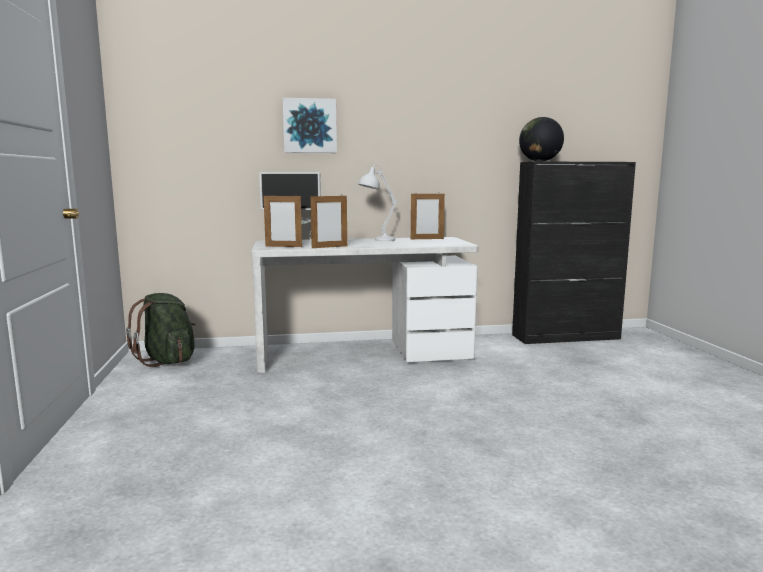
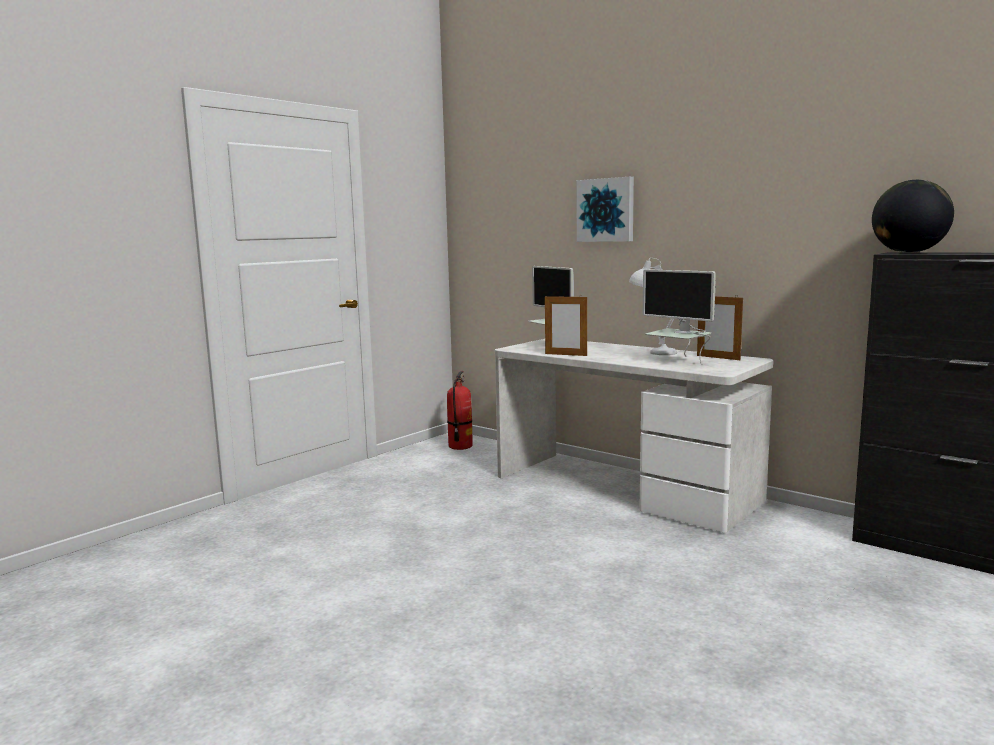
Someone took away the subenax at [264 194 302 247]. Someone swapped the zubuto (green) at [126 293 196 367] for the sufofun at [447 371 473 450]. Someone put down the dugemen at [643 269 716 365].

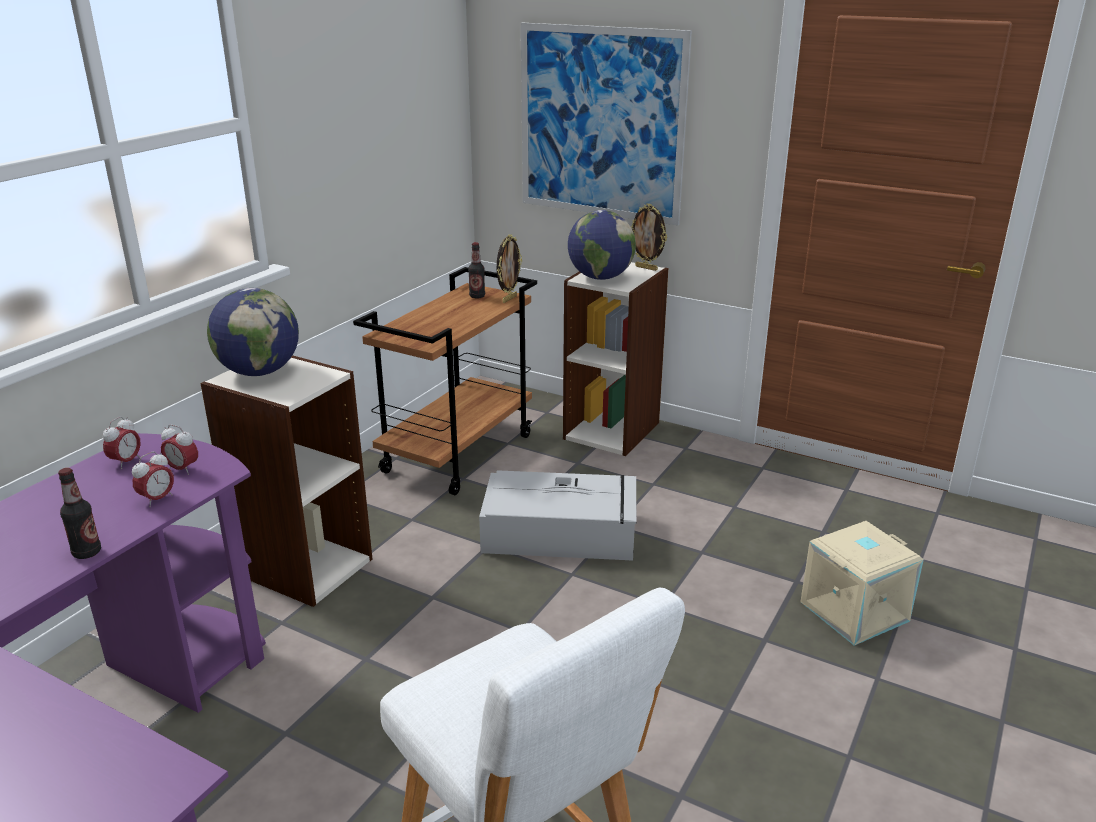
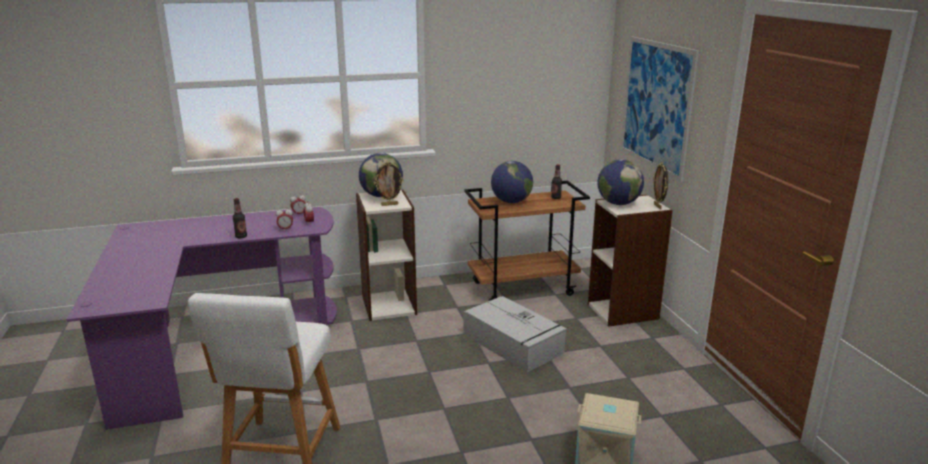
Someone carried the subenax from [497 234 522 303] to [374 161 404 206]. Someone put down the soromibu at [491 161 533 203].

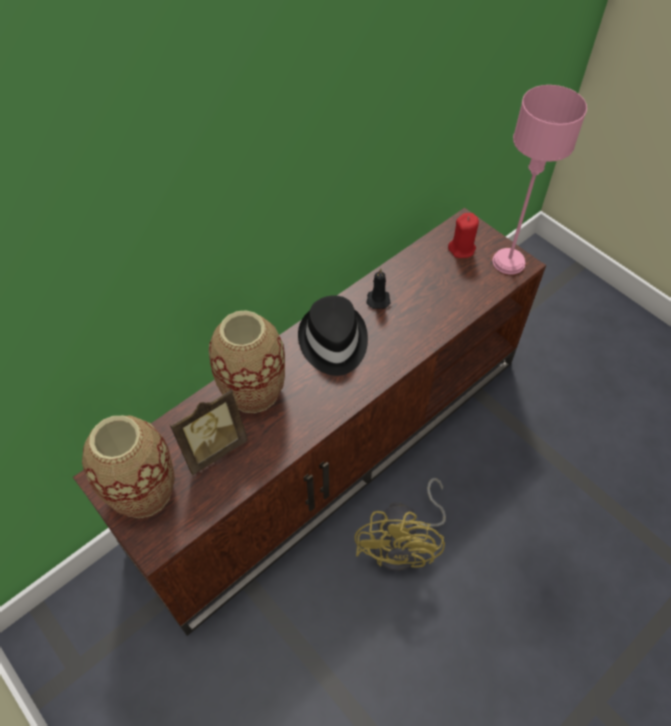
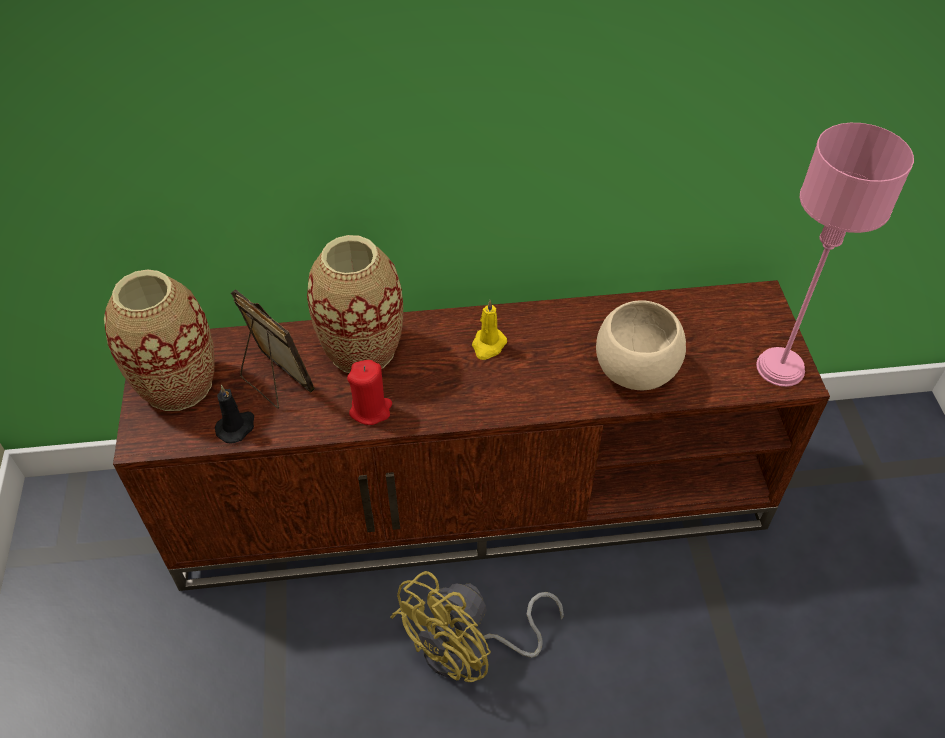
Someone carried the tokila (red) from [448 213 479 258] to [347 360 392 425]. Someone carried the tokila (black) from [366 268 391 309] to [215 385 254 444]. Someone swapped the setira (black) at [298 295 368 376] for the tokila (yellow) at [472 300 507 360]. Someone rotated the subenax at [170 389 248 475] by 135 degrees counterclockwise. Someone put down the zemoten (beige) at [596 300 686 390].

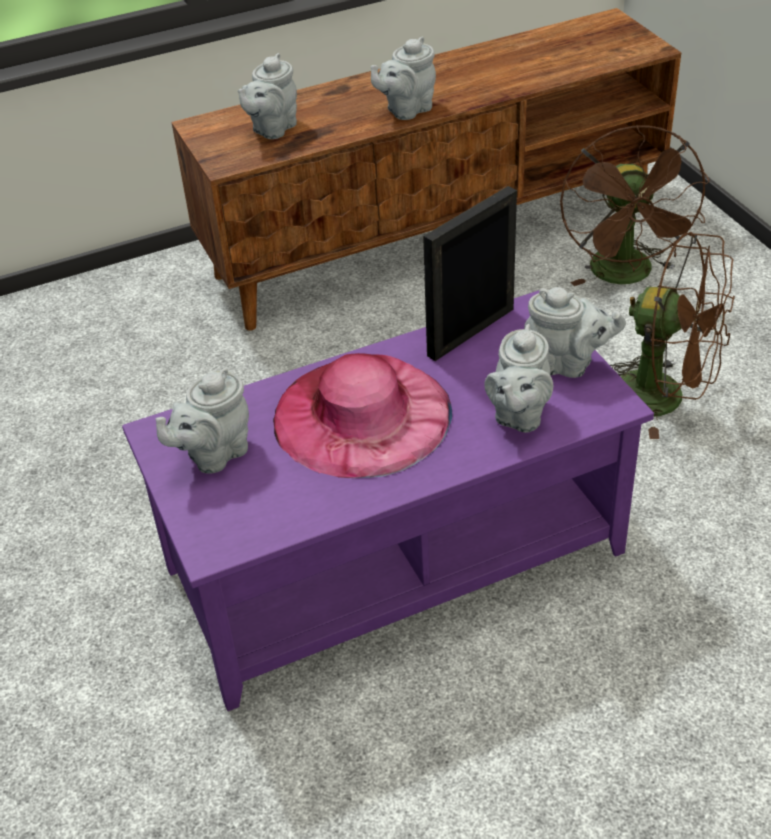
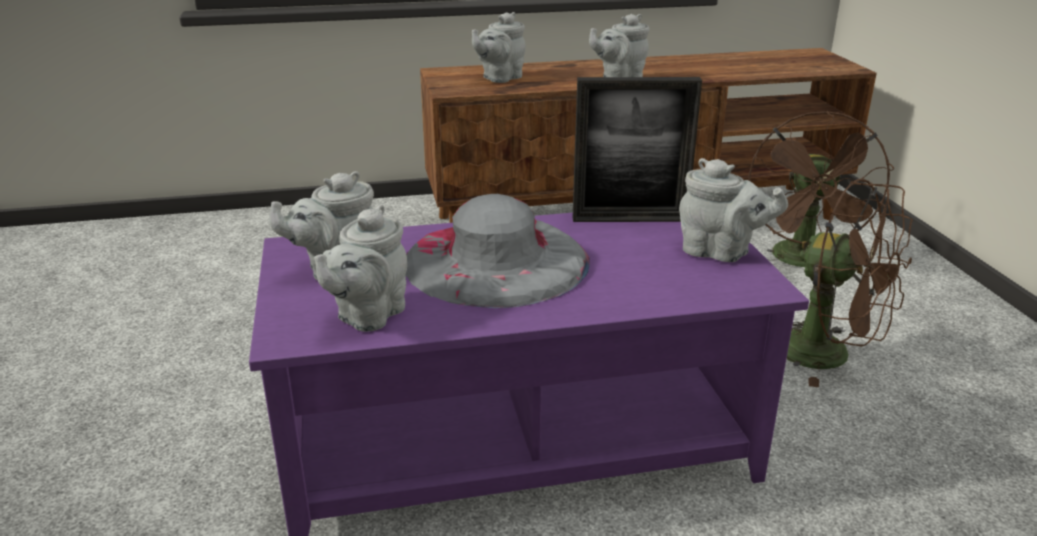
Someone rotated the subenax at [423 186 517 361] by 150 degrees counterclockwise. Someone carried the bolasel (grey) from [484 324 553 433] to [314 204 407 332]. Someone repainted the setira (pink) at [273 353 452 478], which became the setira (grey) at [406 194 590 308].

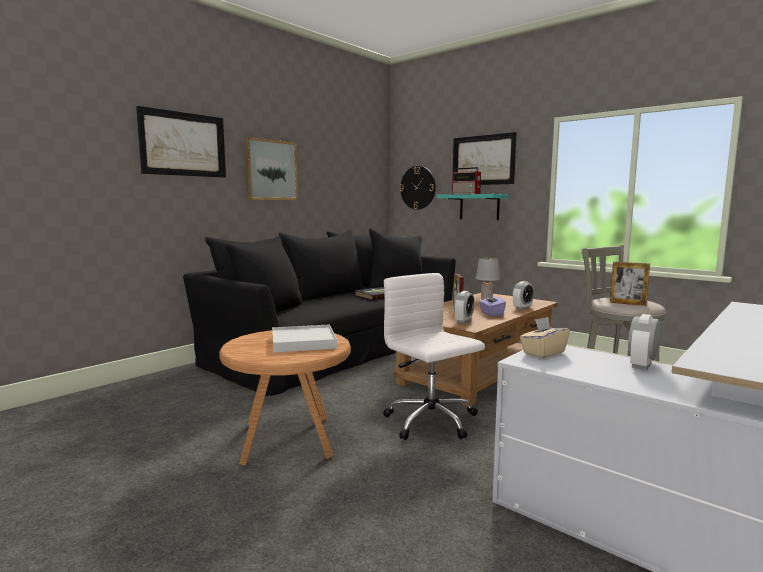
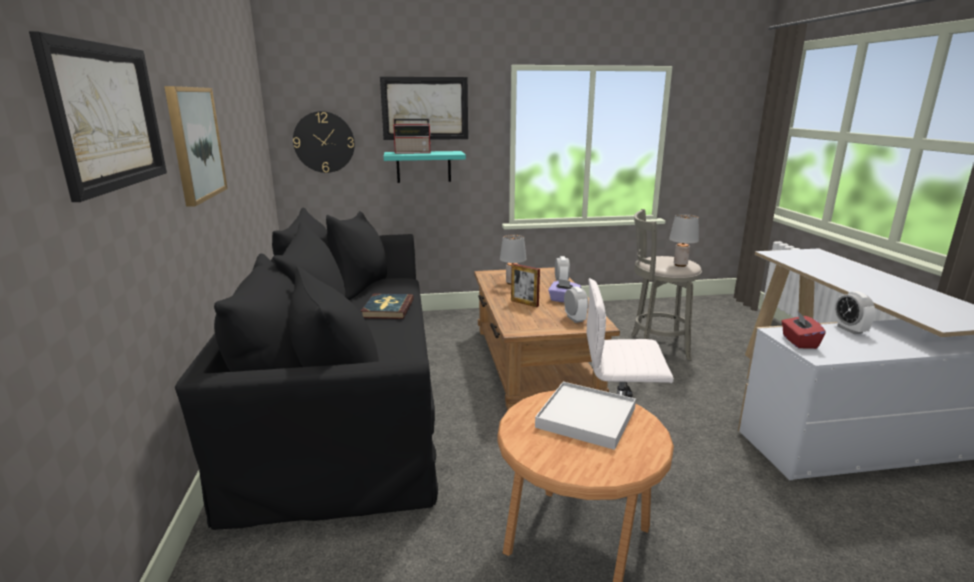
Someone swapped the subenax at [610 262 650 306] for the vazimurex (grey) at [669 214 699 267]. Someone repainted the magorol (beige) at [520 317 570 358], which became the magorol (red) at [781 310 826 349].

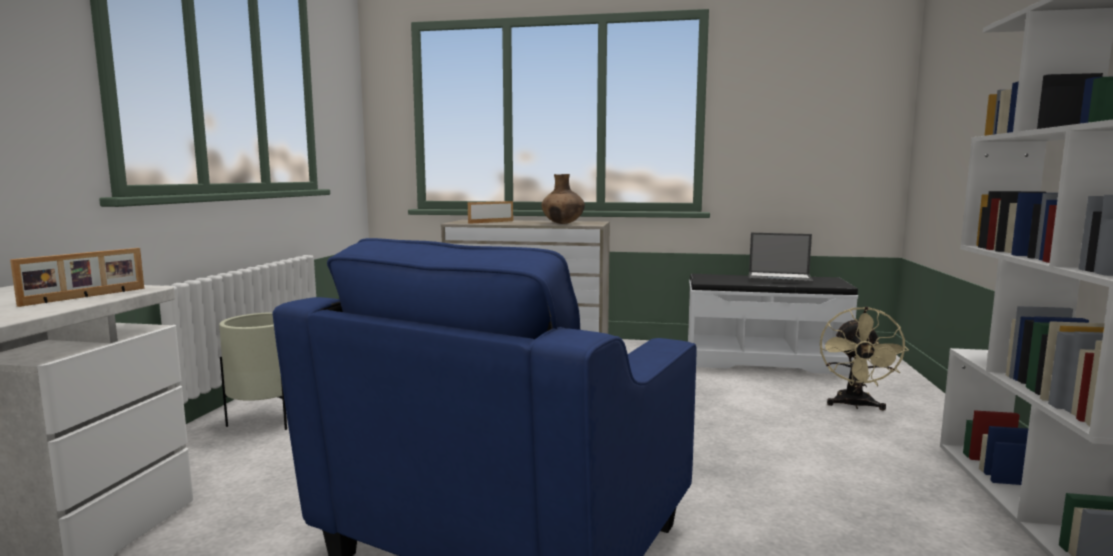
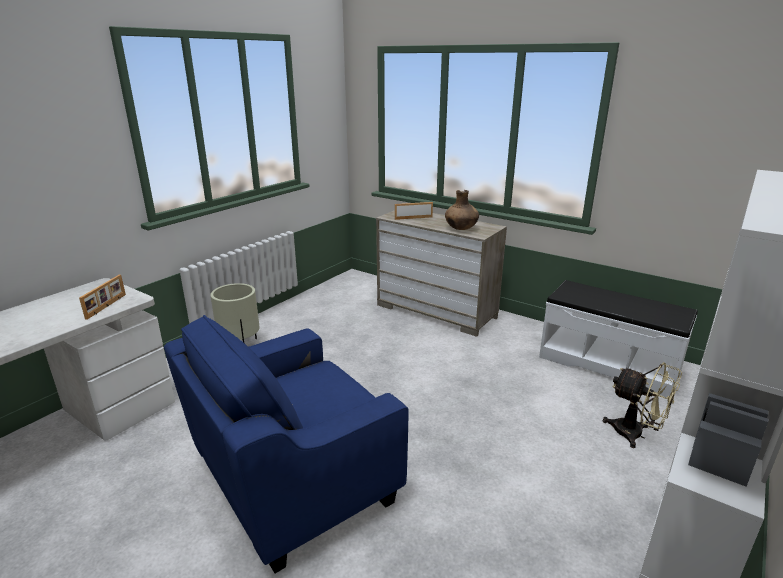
Someone took away the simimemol at [749 233 813 284]. Someone rotated the subenax at [10 248 144 307] by 45 degrees counterclockwise. Someone rotated the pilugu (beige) at [820 307 909 411] by 90 degrees counterclockwise.

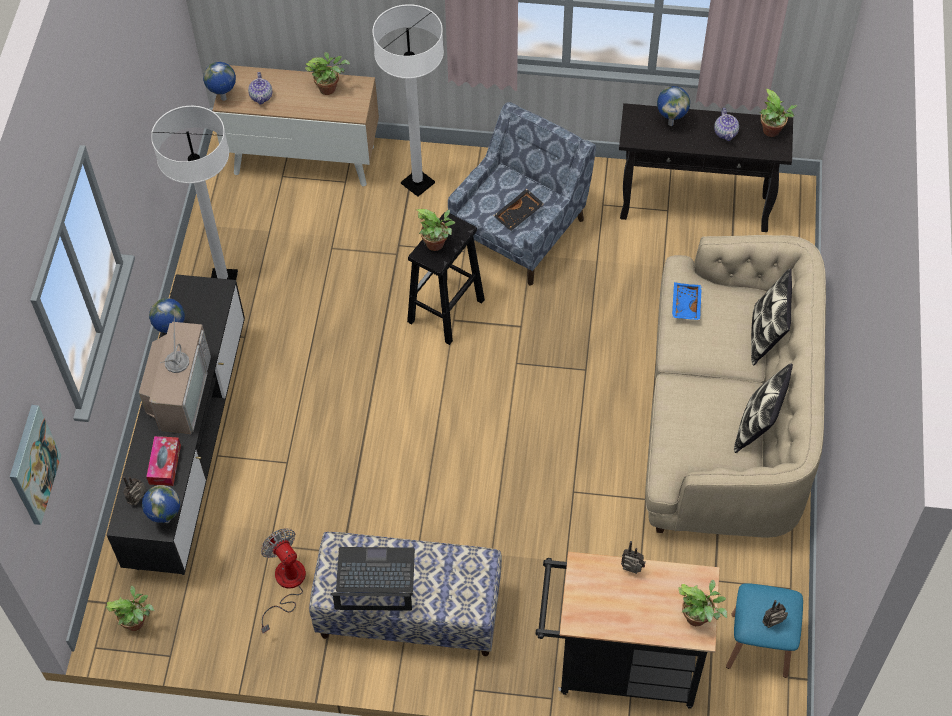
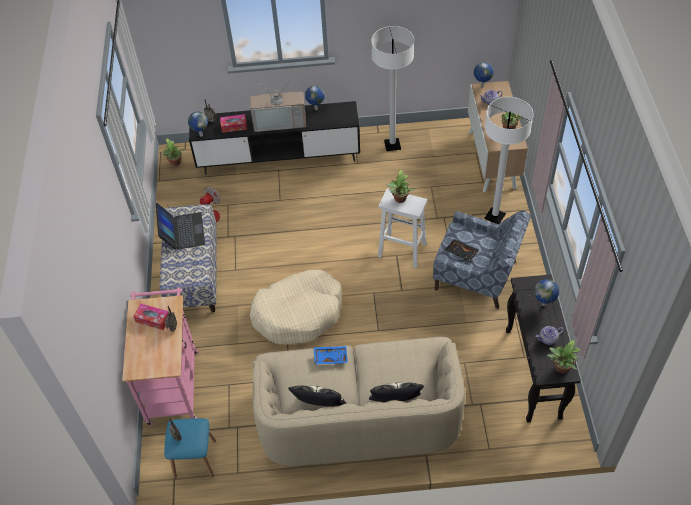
Someone repainted the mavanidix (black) at [407 212 485 345], which became the mavanidix (white) at [378 189 427 268]. Someone carried the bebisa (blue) from [672 282 702 320] to [313 346 348 364]. Someone took away the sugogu at [10 405 61 525]. Someone repainted the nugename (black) at [535 552 720 709], which became the nugename (pink) at [122 287 199 425]. Someone took away the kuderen at [679 580 727 626]. Someone put down the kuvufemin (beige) at [250 269 342 345]. Someone put down the magorol at [133 304 169 330].

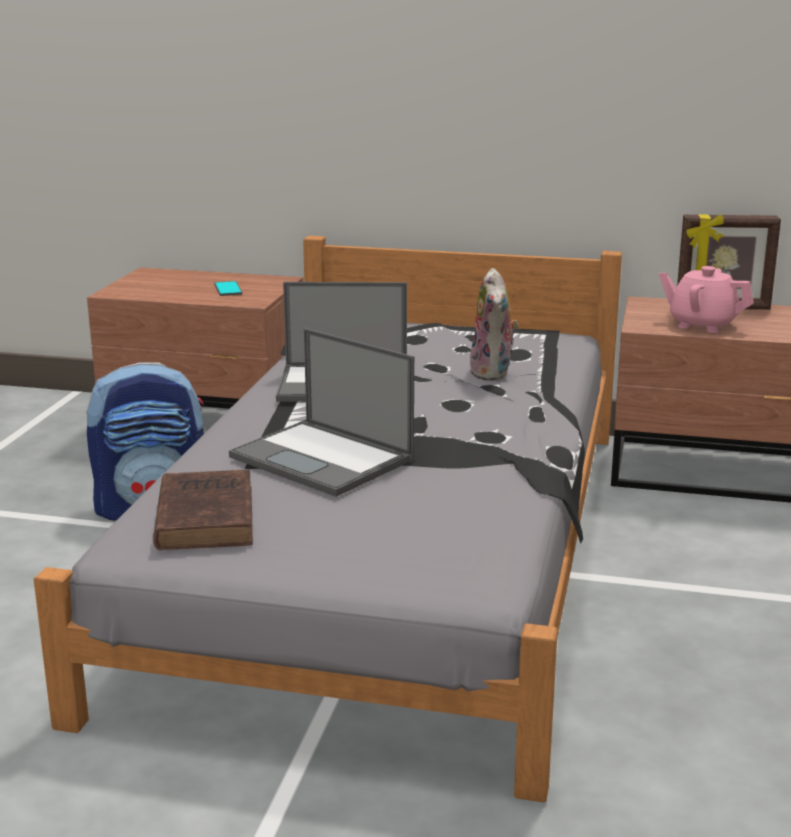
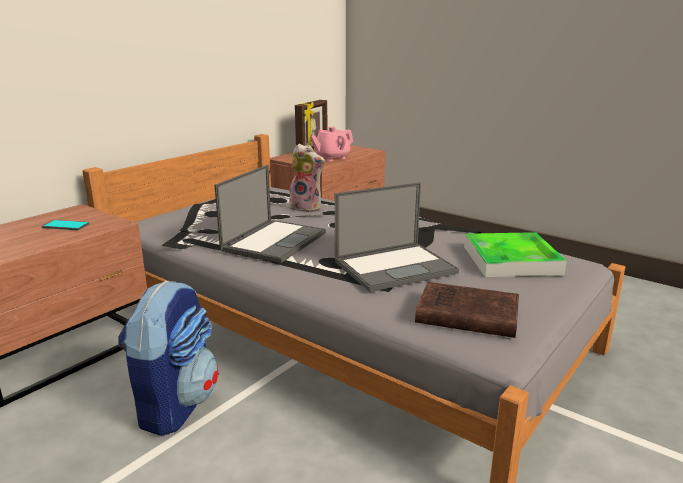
Someone put down the bebisa at [464 232 567 277].

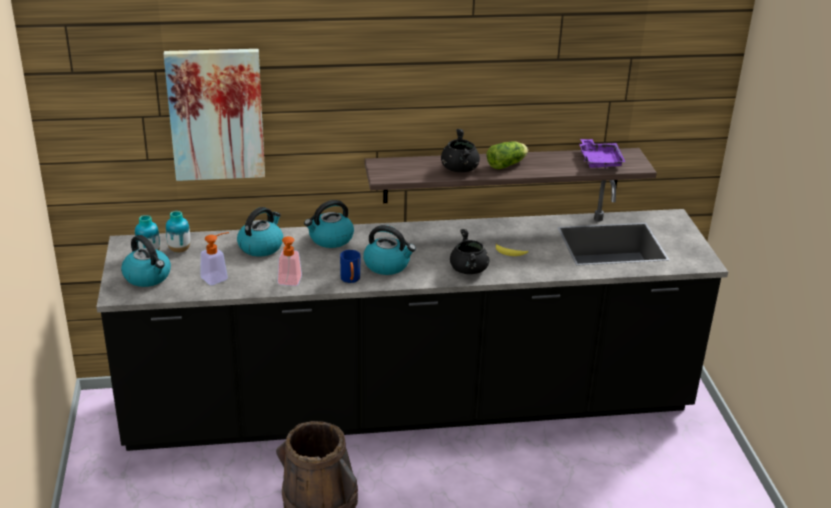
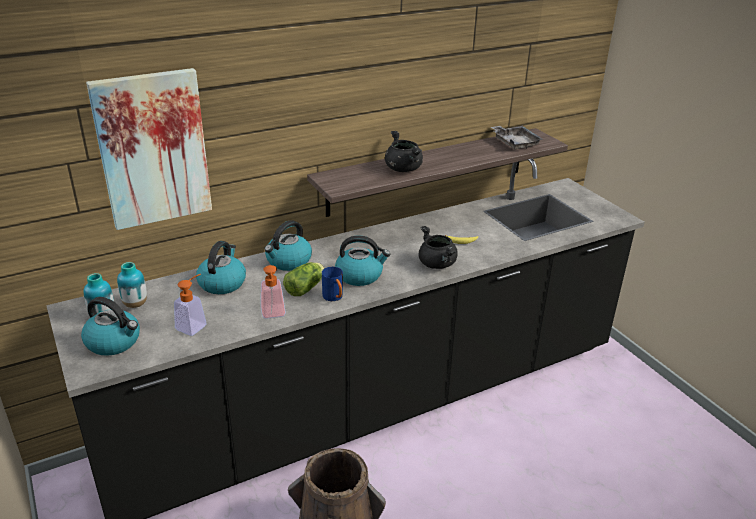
Someone repainted the bebisa (purple) at [579 139 625 169], which became the bebisa (grey) at [491 126 544 150]. Someone carried the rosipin from [487 141 528 169] to [283 262 324 296].

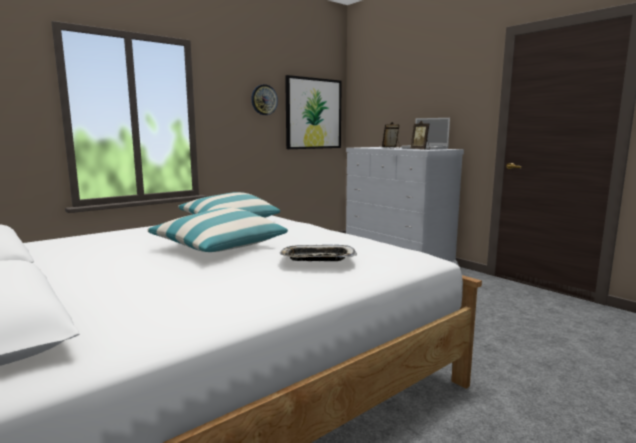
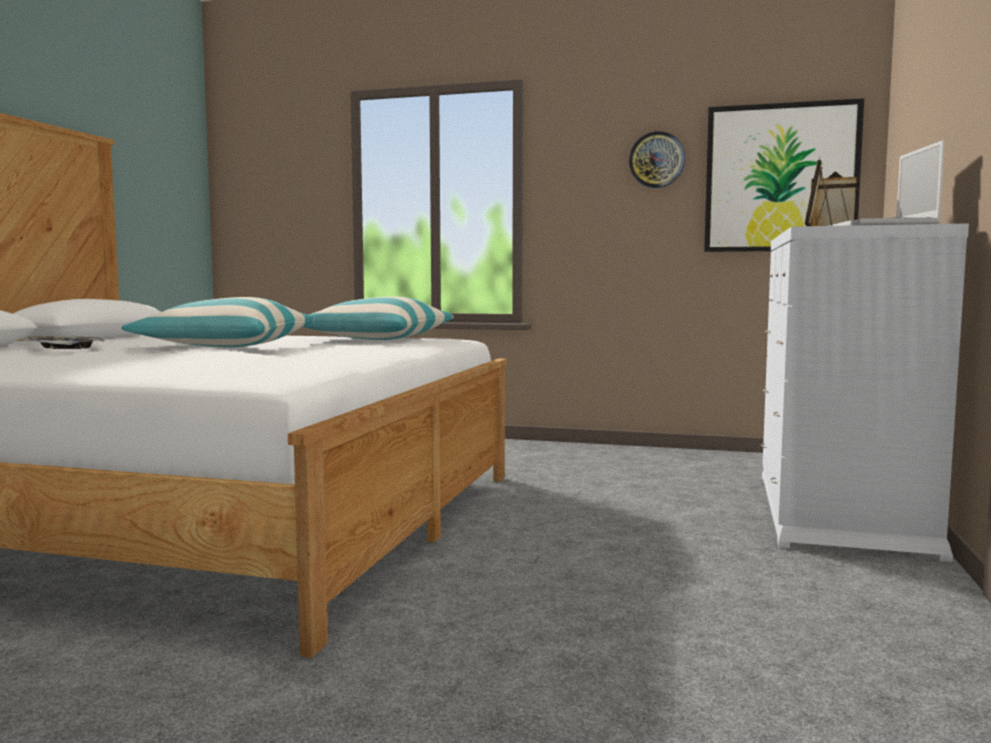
Someone carried the bebisa from [280 245 357 261] to [27 335 105 349].

